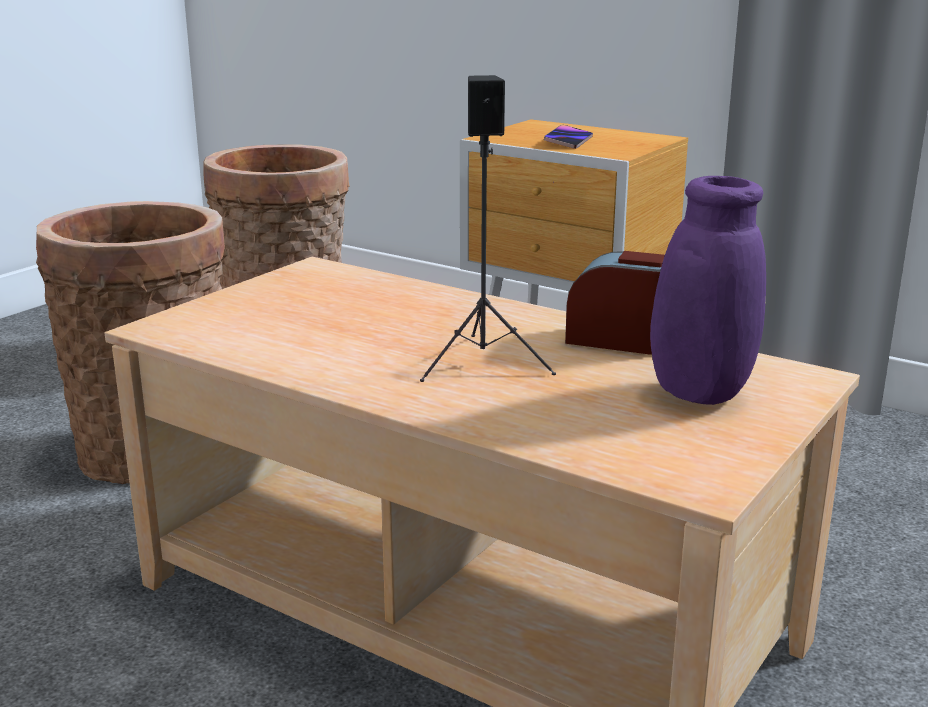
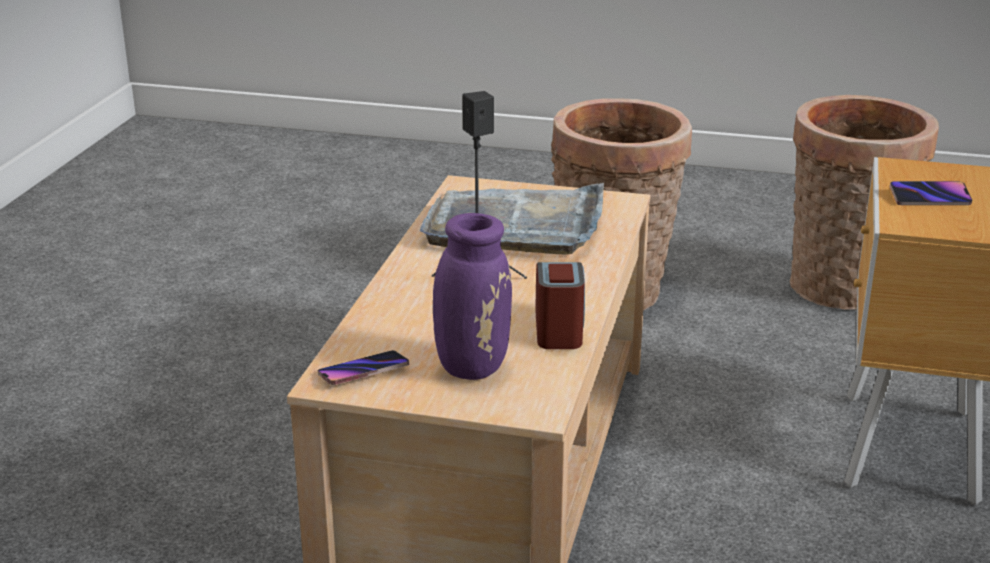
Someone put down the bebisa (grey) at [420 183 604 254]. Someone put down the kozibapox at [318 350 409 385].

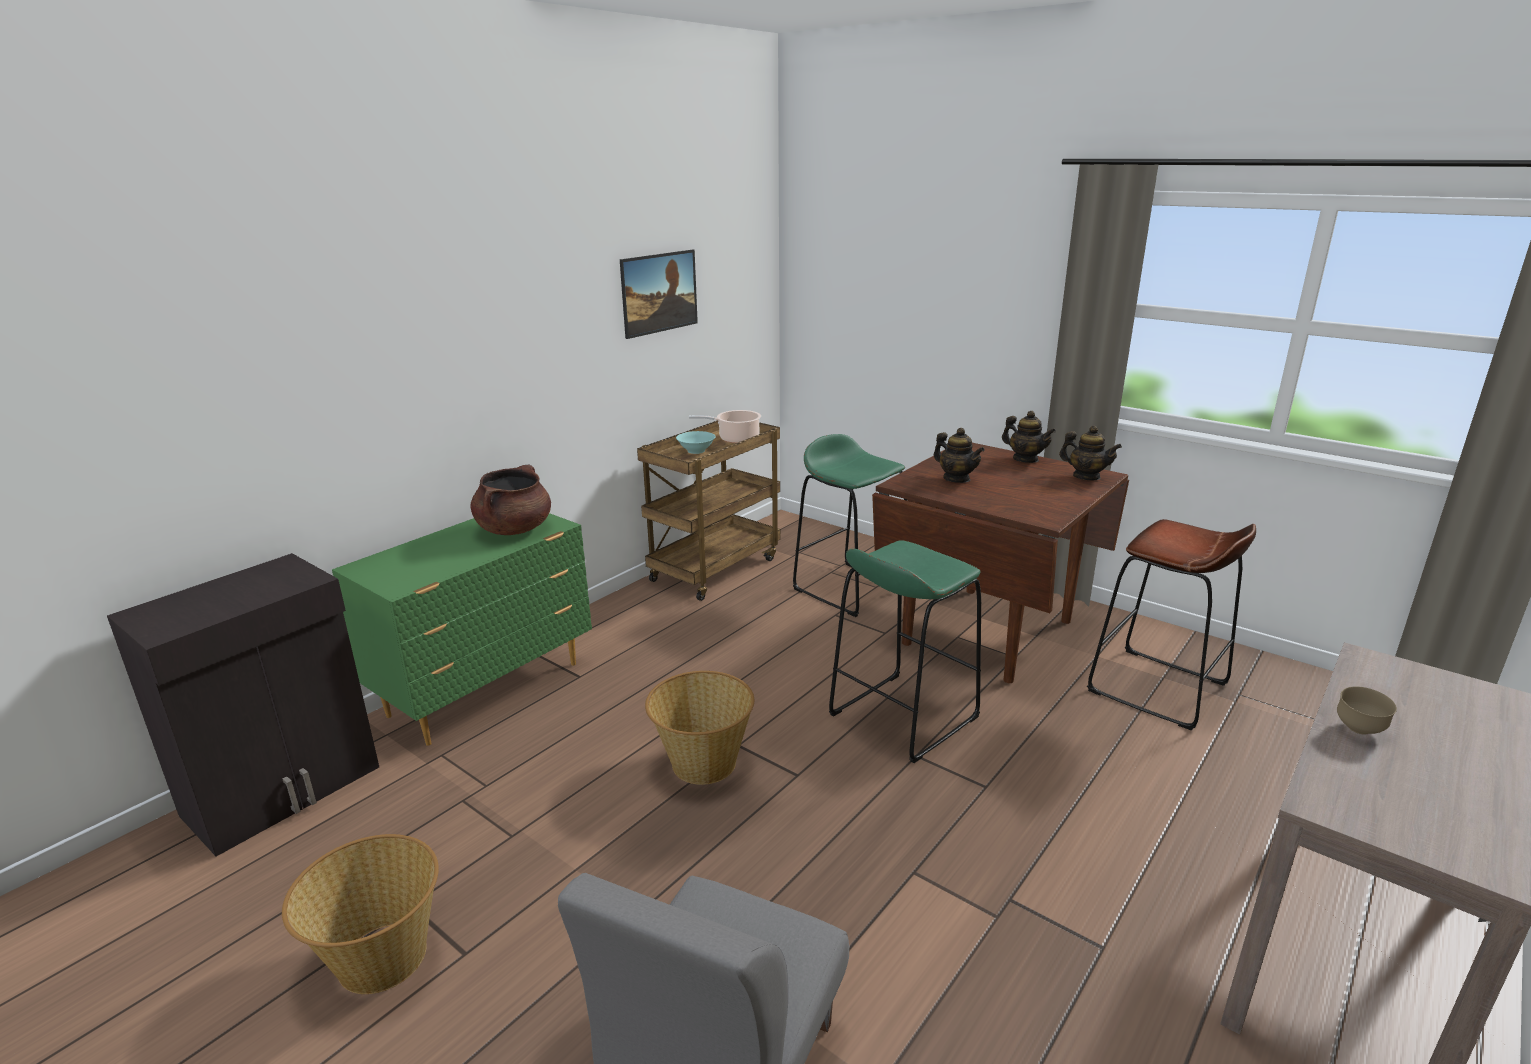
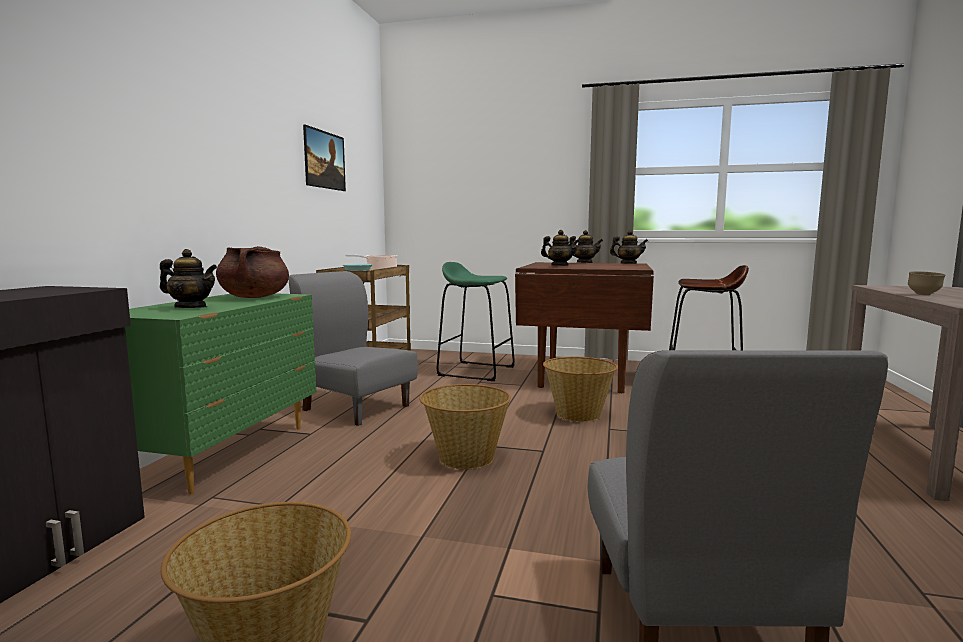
Someone swapped the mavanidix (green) at [829 540 981 763] for the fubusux at [543 357 618 422]. Someone put down the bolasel at [160 249 217 308]. Someone put down the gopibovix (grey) at [289 271 418 426].

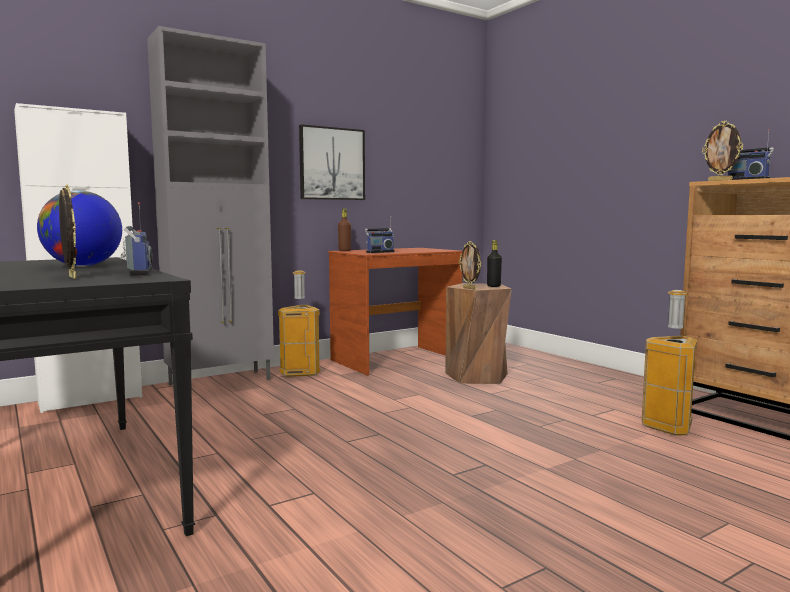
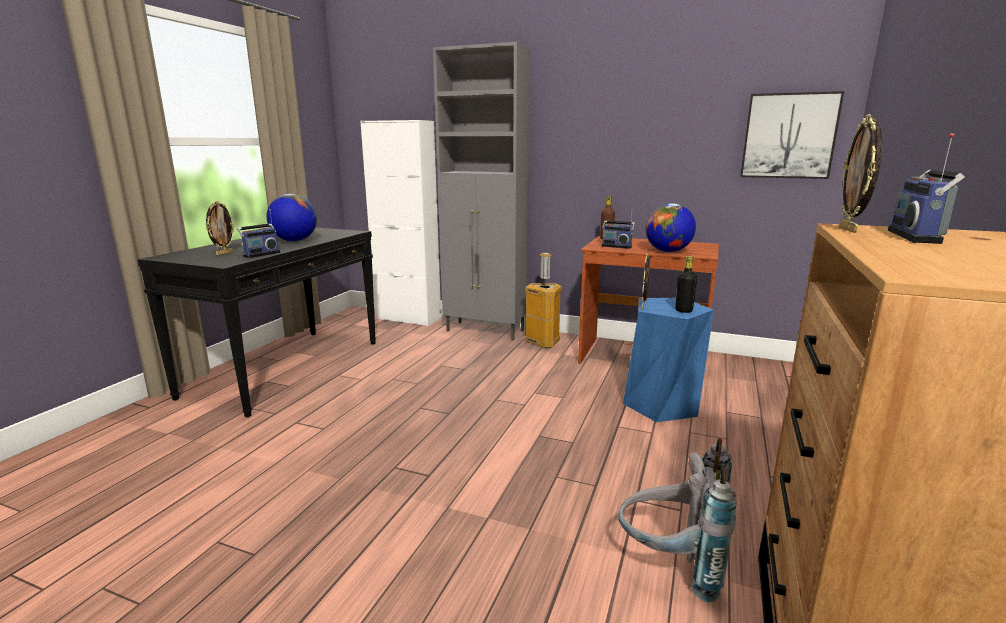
Someone carried the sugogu from [299 124 365 200] to [740 91 844 179]. Someone repainted the mavanidix (brown) at [445 283 512 384], which became the mavanidix (blue) at [623 298 714 422]. Someone swapped the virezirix at [642 290 697 435] for the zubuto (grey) at [618 438 737 602]. Someone put down the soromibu at [646 203 696 252].

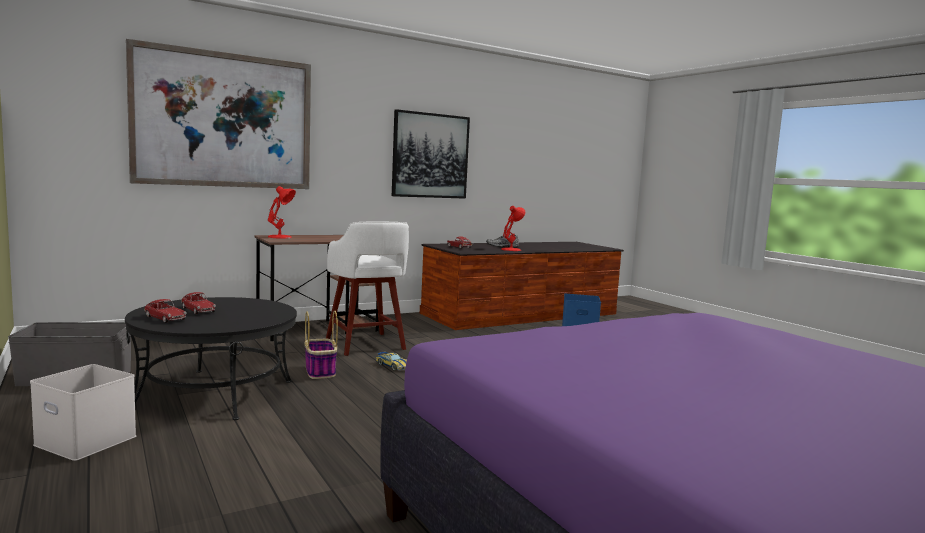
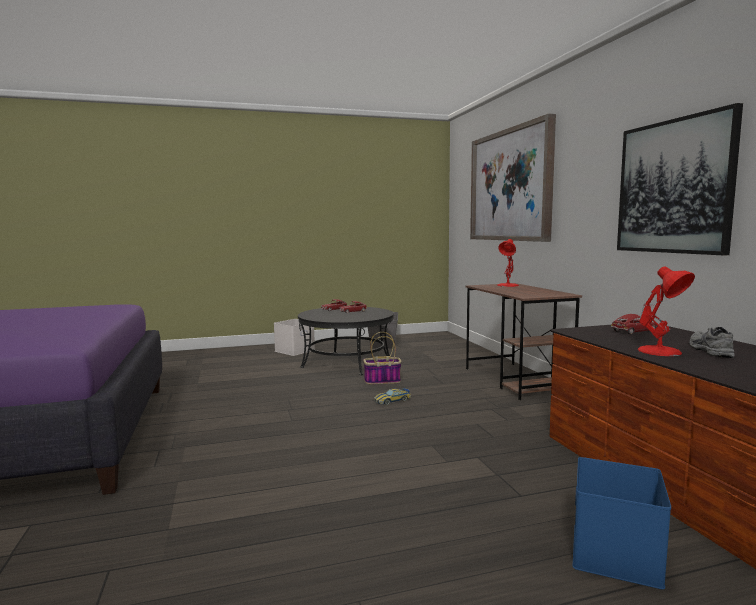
Someone took away the mavanidix (white) at [326 222 409 356].

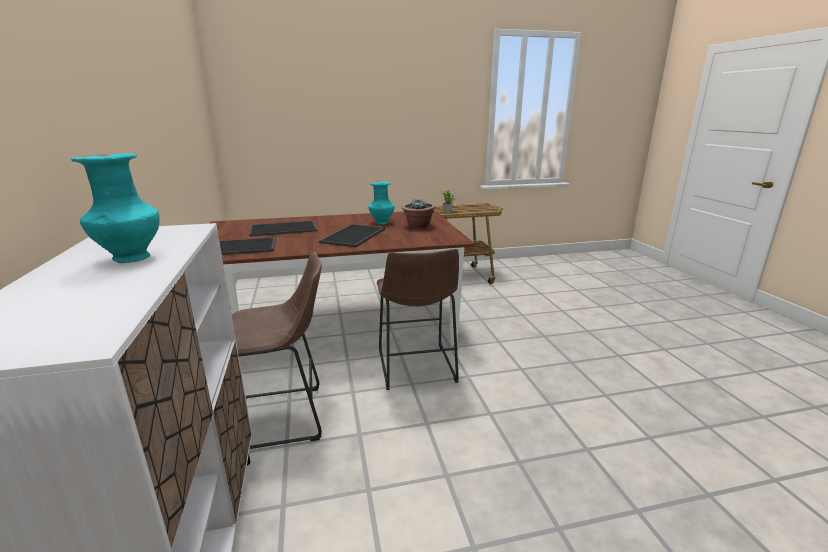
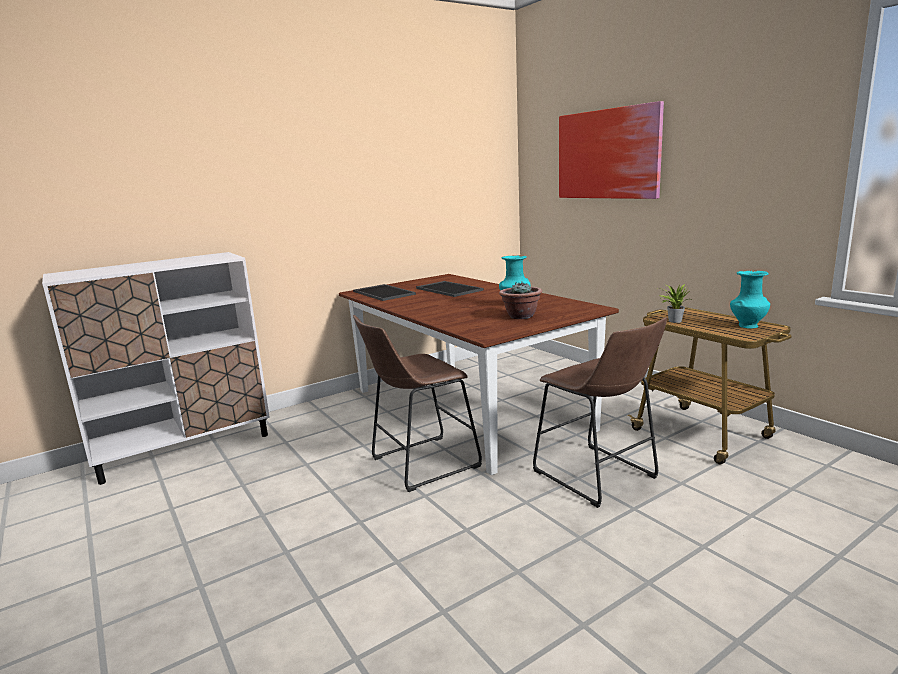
Someone carried the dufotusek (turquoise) from [71 153 160 263] to [730 270 770 328]. Someone took away the bebisa at [319 224 385 247]. Someone carried the mavanidix (brown) from [232 252 322 449] to [533 317 667 508]. Someone put up the sugogu at [559 101 664 199].

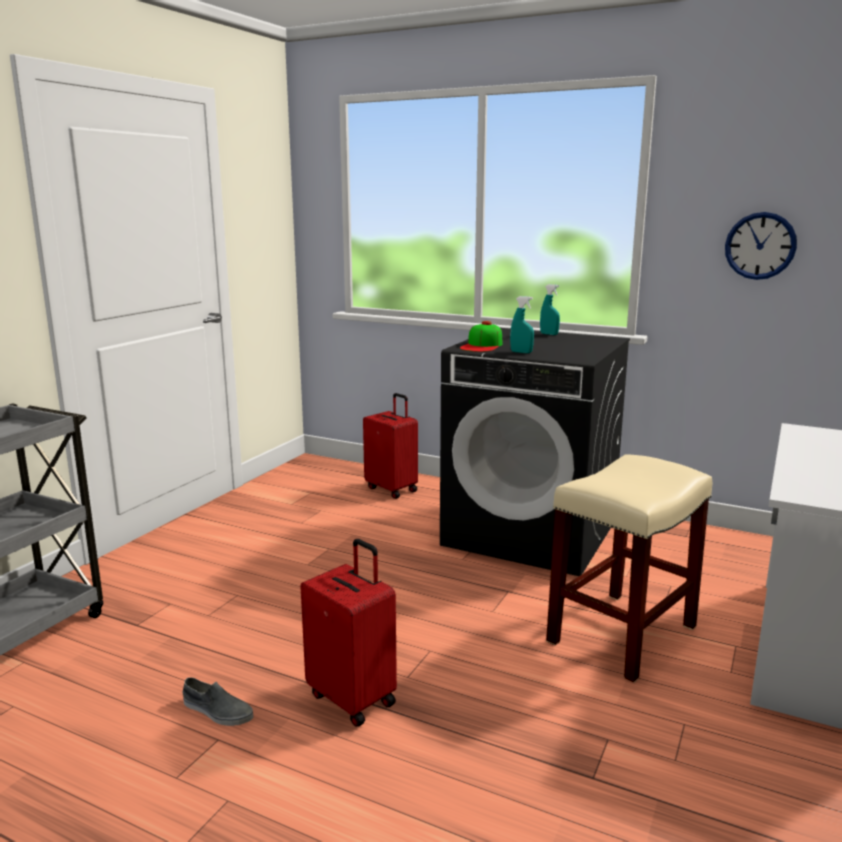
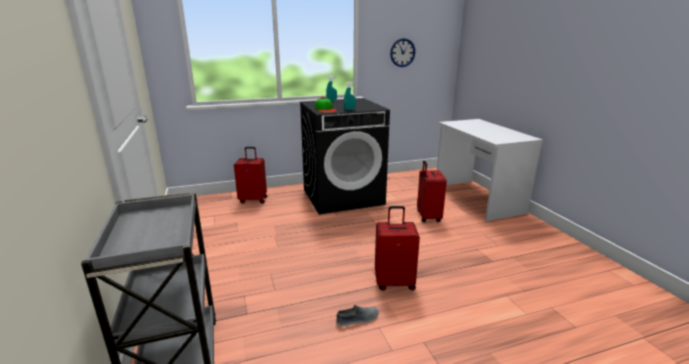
Someone swapped the mavanidix (beige) at [546 454 712 682] for the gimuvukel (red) at [417 160 447 222].

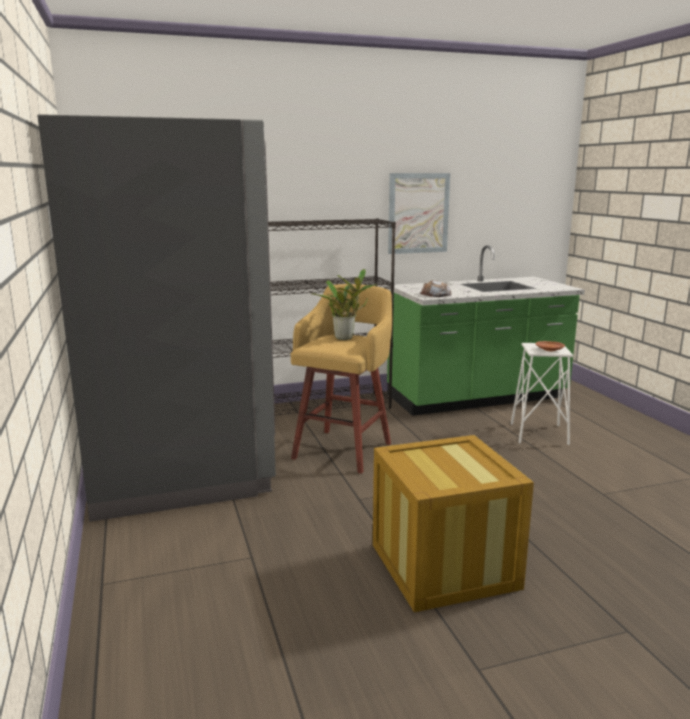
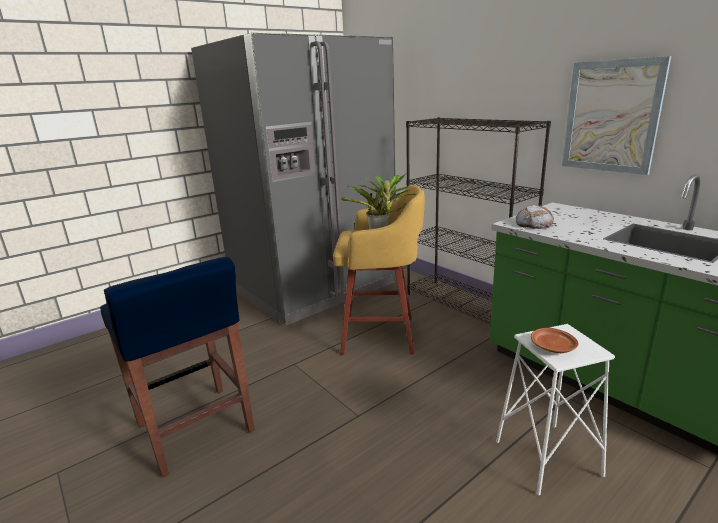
Someone swapped the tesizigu at [373 435 534 612] for the mavanidix (blue) at [100 257 255 477].

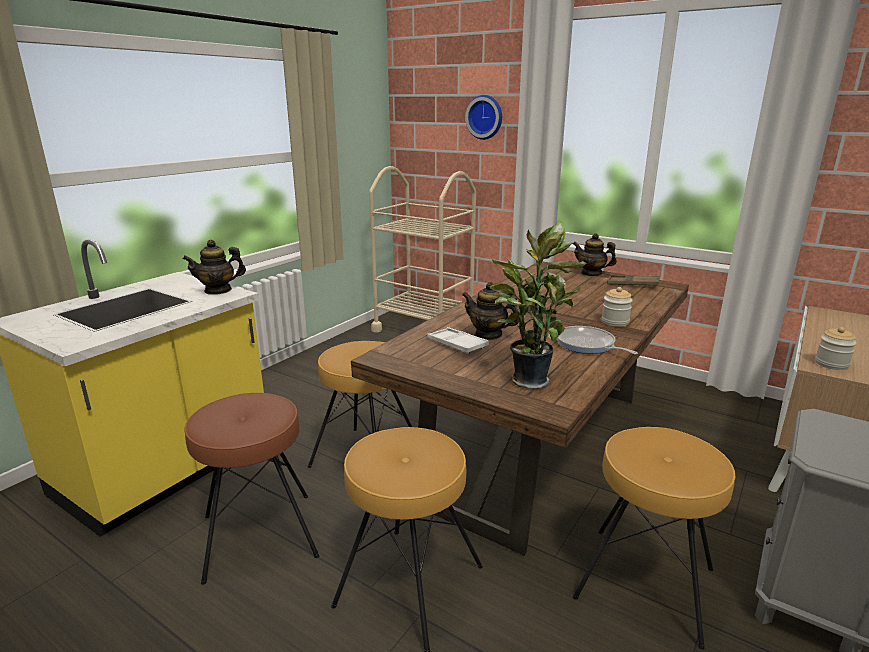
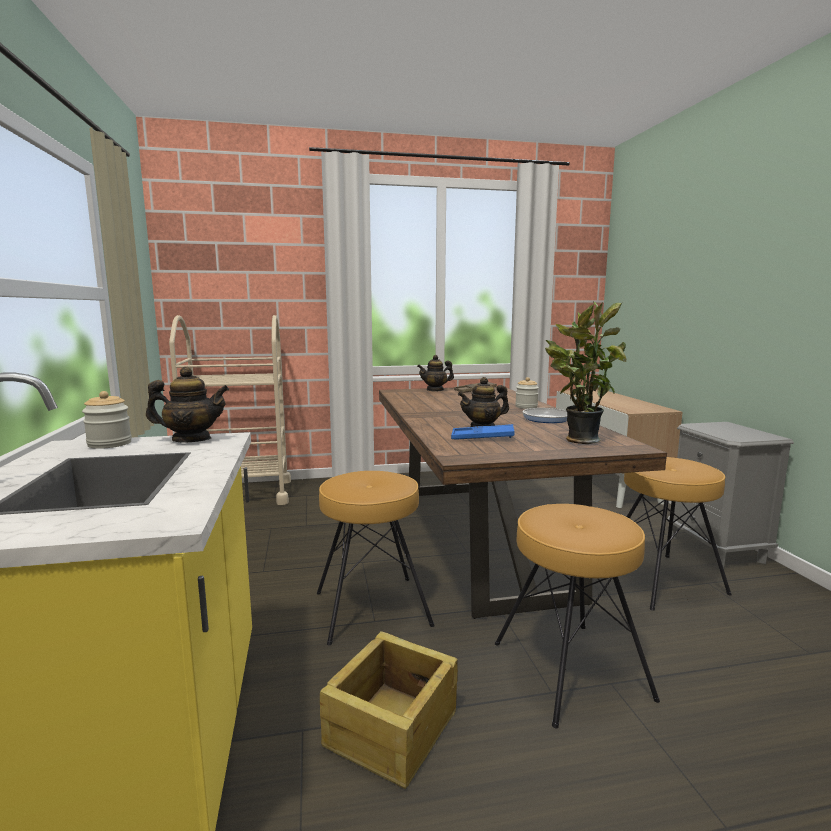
Someone took away the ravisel at [465 95 502 140]. Someone rotated the bolasel at [183 240 246 295] by 120 degrees counterclockwise. Someone repainted the bebisa (white) at [427 327 489 354], which became the bebisa (blue) at [451 424 515 439]. Someone carried the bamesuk from [815 327 857 370] to [82 391 132 449]. Someone swapped the mavanidix (brown) at [184 393 319 585] for the tesizigu at [320 631 458 789].

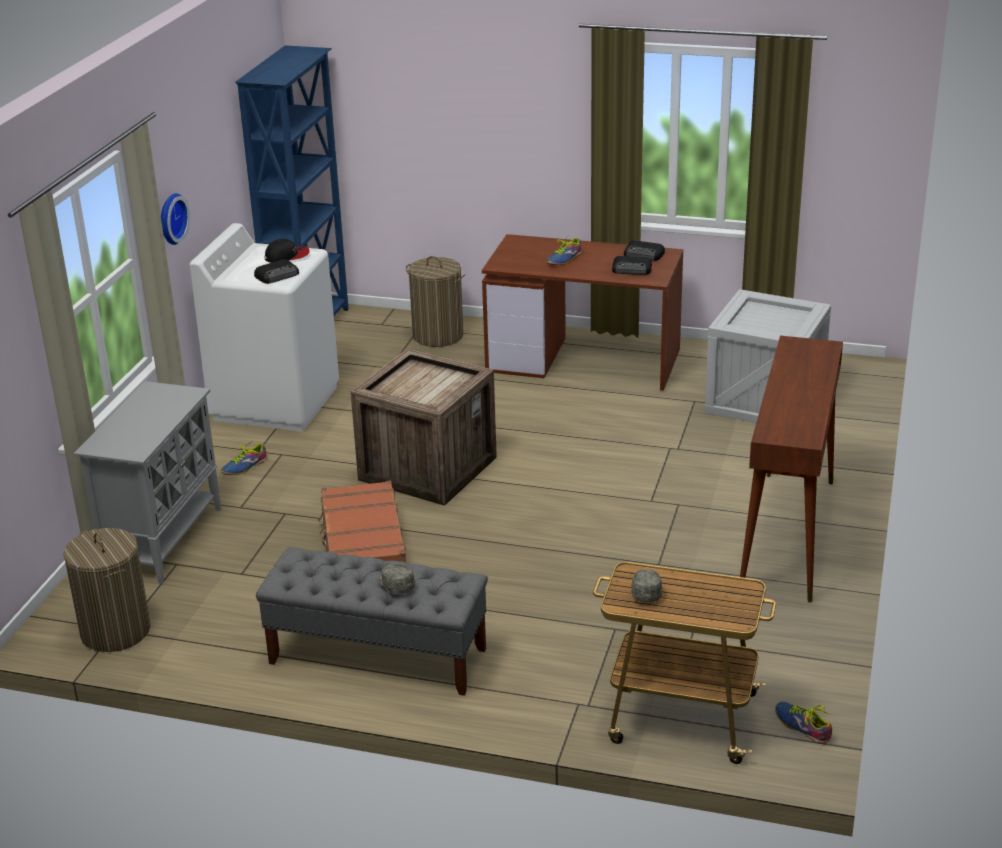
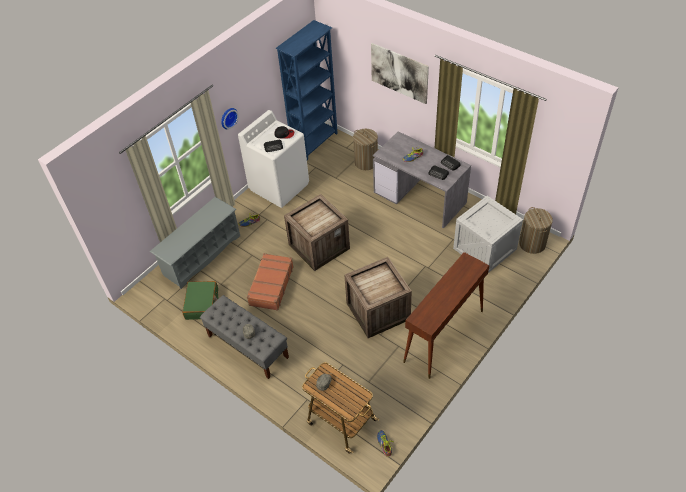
Someone repainted the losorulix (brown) at [482 234 683 391], which became the losorulix (grey) at [373 131 471 229]. Someone swapped the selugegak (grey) at [74 381 221 584] for the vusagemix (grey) at [150 197 240 289]. Someone carried the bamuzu from [63 528 150 652] to [519 207 553 254]. Someone put up the sugogu at [371 43 429 104]. Someone put down the tesizigu at [344 257 412 338]. Someone put down the gimuvukel (green) at [182 281 219 320].

